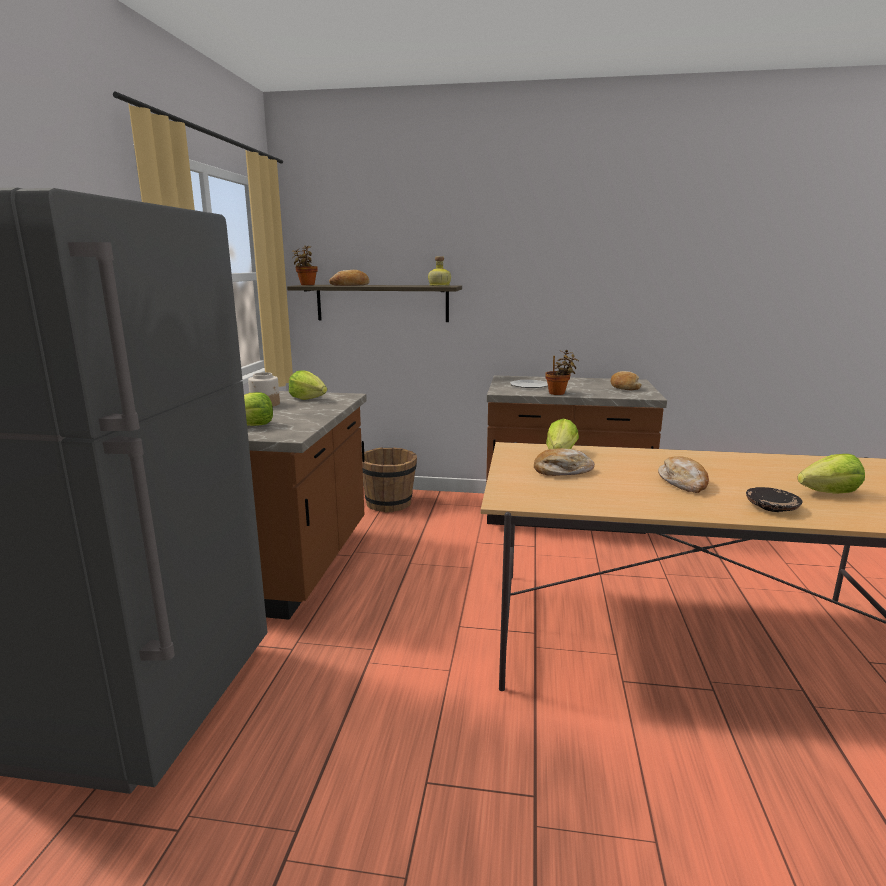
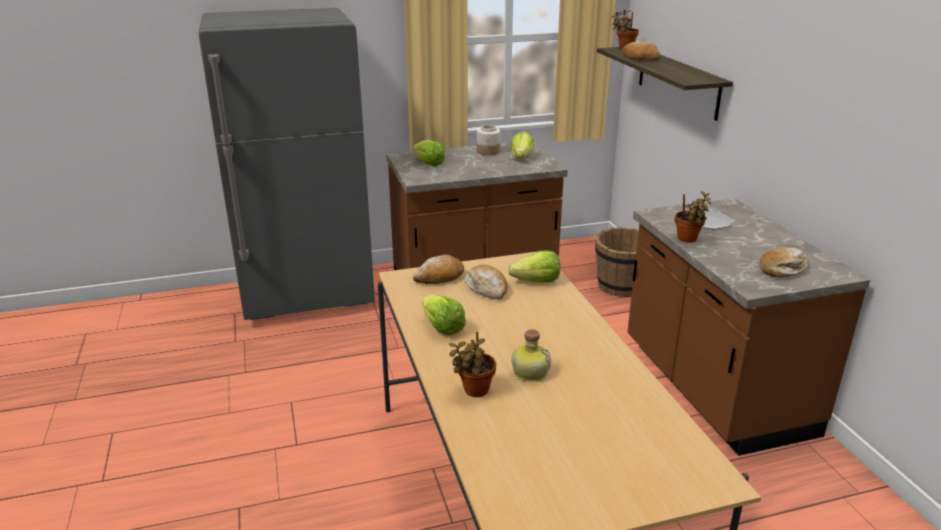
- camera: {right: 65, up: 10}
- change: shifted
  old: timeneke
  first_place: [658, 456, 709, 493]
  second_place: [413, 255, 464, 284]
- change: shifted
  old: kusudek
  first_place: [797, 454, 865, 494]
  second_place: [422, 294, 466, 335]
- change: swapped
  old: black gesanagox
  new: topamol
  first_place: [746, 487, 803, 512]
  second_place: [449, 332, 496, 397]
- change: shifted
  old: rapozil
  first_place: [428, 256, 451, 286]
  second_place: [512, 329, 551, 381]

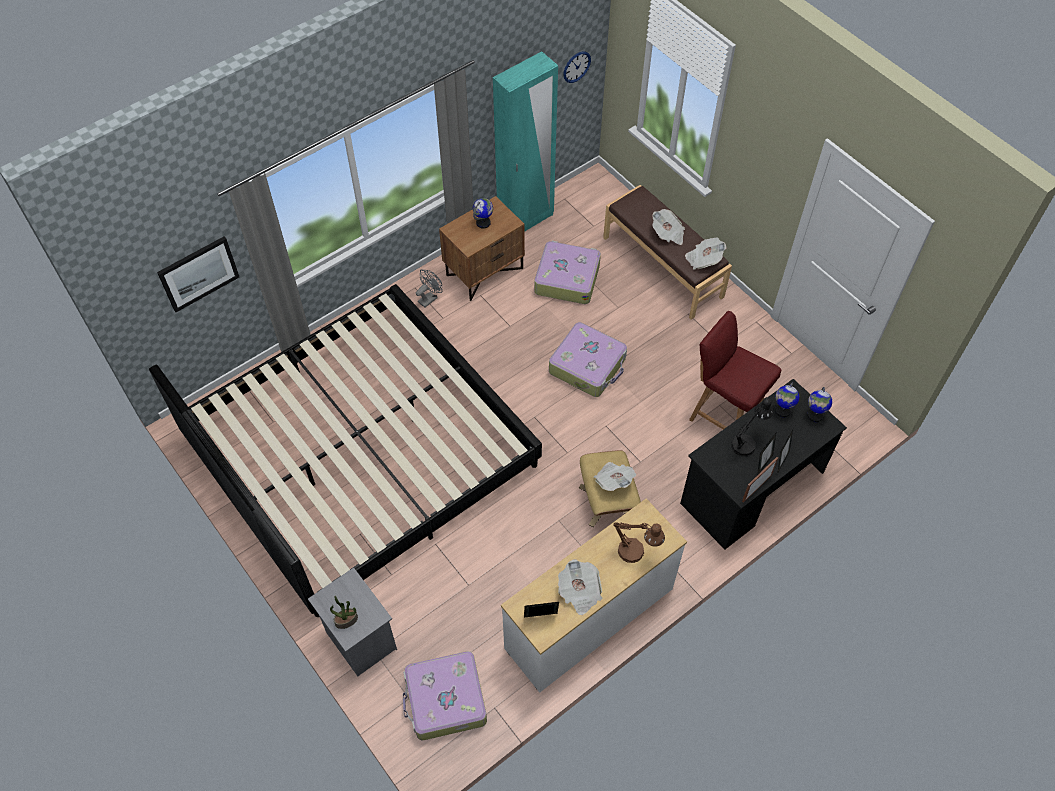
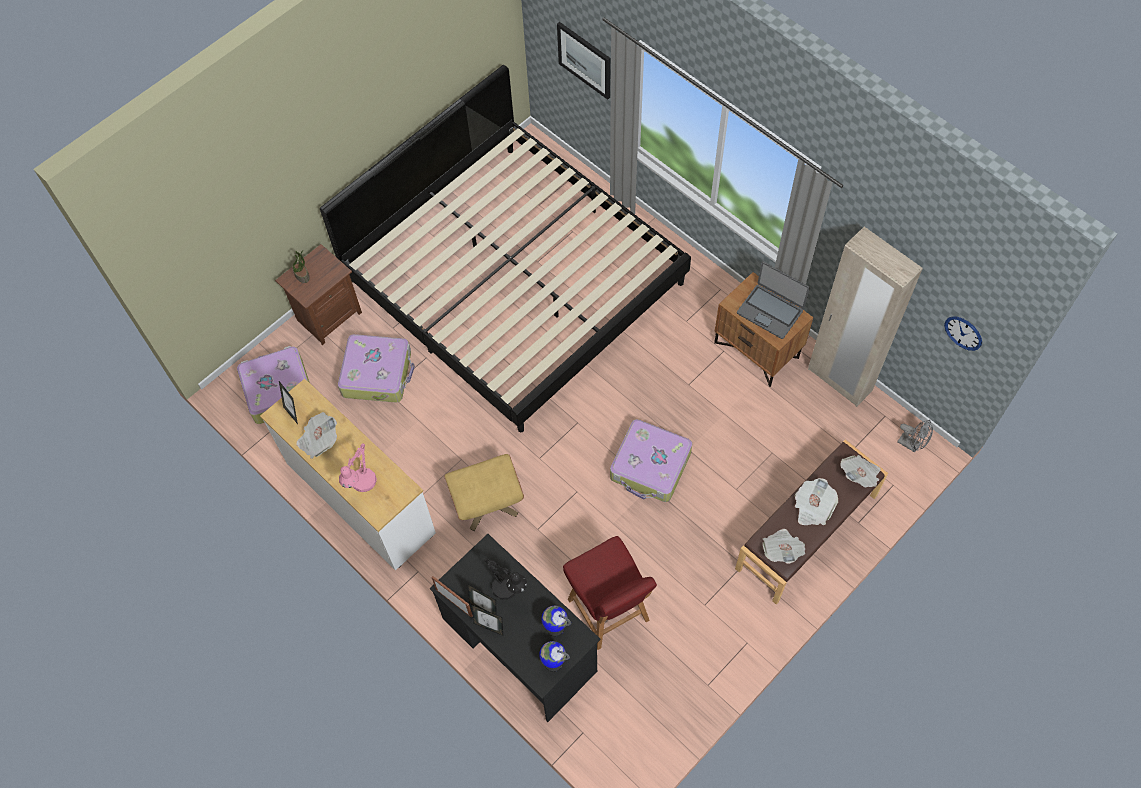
- camera: {right: 85, up: 5}
- change: repainted
  old: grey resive
  new: brown resive
  first_place: [308, 568, 397, 676]
  second_place: [275, 244, 362, 345]
- change: shifted
  old: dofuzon
  first_place: [534, 241, 601, 304]
  second_place: [338, 334, 415, 403]
- change: repainted
  old: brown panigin
  new: pink panigin
  first_place: [614, 522, 665, 563]
  second_place: [339, 444, 377, 492]
- change: rotated
  old: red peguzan
  first_place: [689, 311, 781, 429]
  second_place: [563, 536, 657, 650]
  degrees: 120
- change: swapped
  old: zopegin
  new: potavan
  first_place: [473, 198, 493, 229]
  second_place: [737, 262, 810, 339]
- change: repainted
  old: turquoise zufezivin
  new: beige zufezivin
  first_place: [493, 51, 558, 231]
  second_place: [808, 227, 923, 407]
- change: shifted
  old: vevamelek
  first_place: [594, 462, 636, 491]
  second_place: [840, 455, 881, 488]
- change: shifted
  old: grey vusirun
  first_place: [416, 270, 442, 308]
  second_place: [897, 420, 933, 453]

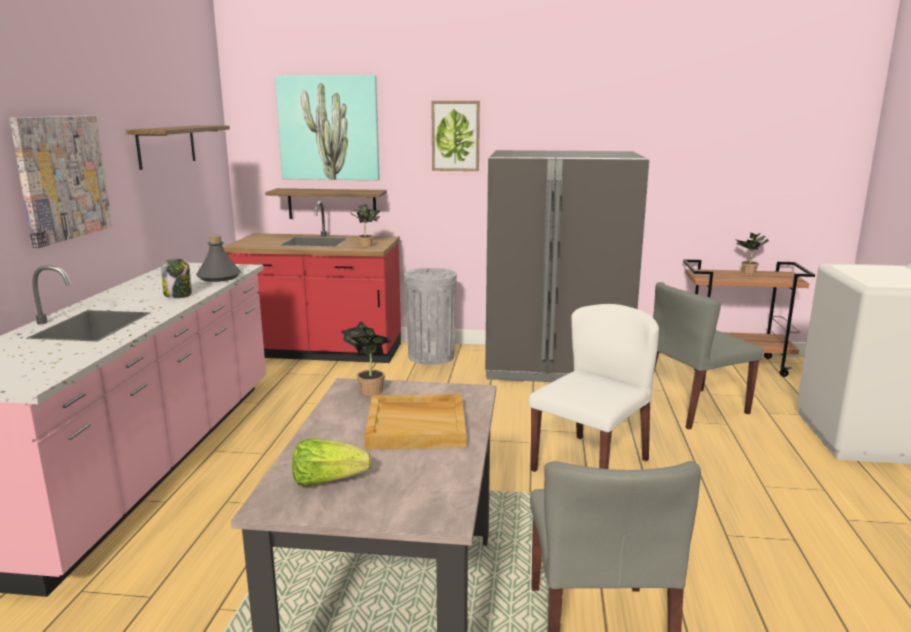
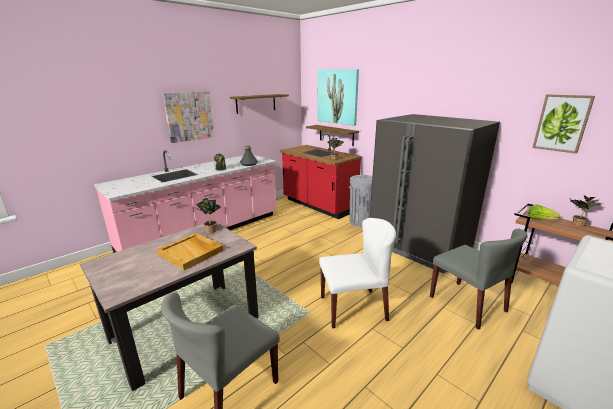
- camera: {right: 40, up: 5}
- change: rotated
  old: grey peguzan
  first_place: [653, 282, 763, 430]
  second_place: [430, 229, 528, 330]
  degrees: -135
- change: shifted
  old: kusudek
  first_place: [292, 438, 371, 487]
  second_place: [528, 205, 560, 220]
- change: shifted
  old: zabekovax
  first_place: [431, 101, 480, 171]
  second_place: [532, 94, 595, 154]

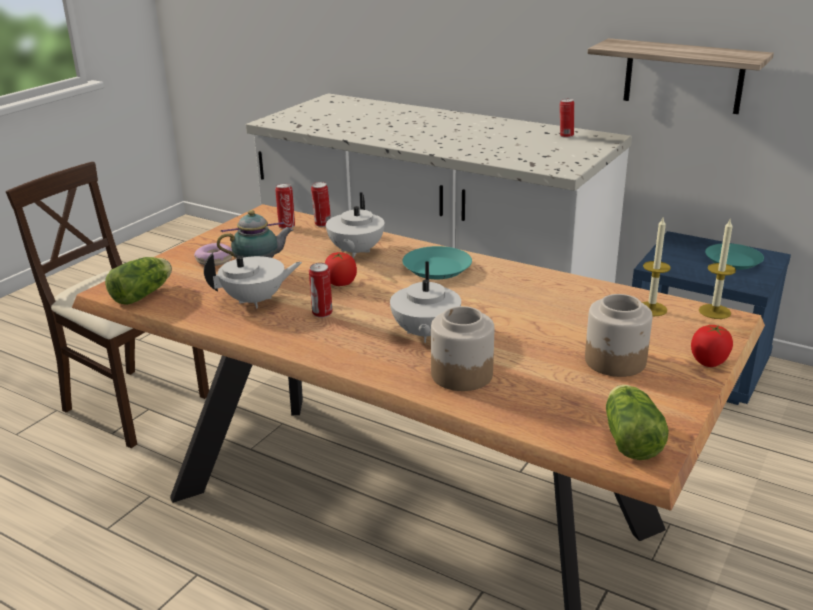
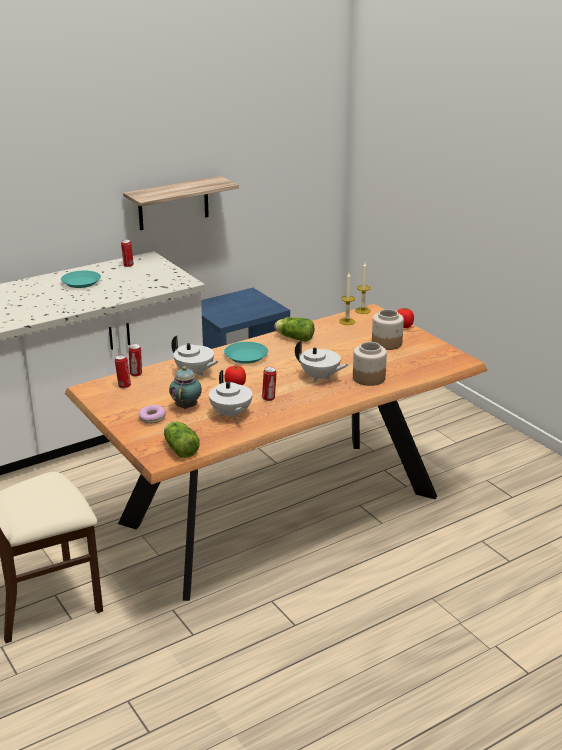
- camera: {right: -65, up: 0}
- change: shifted
  old: turquoise gesanagox
  first_place: [705, 243, 764, 270]
  second_place: [61, 271, 101, 288]
- change: rotated
  old: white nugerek
  first_place: [204, 253, 302, 309]
  second_place: [209, 370, 252, 419]
  degrees: 150
- change: shifted
  old: kusudek
  first_place: [606, 385, 669, 460]
  second_place: [274, 317, 314, 342]

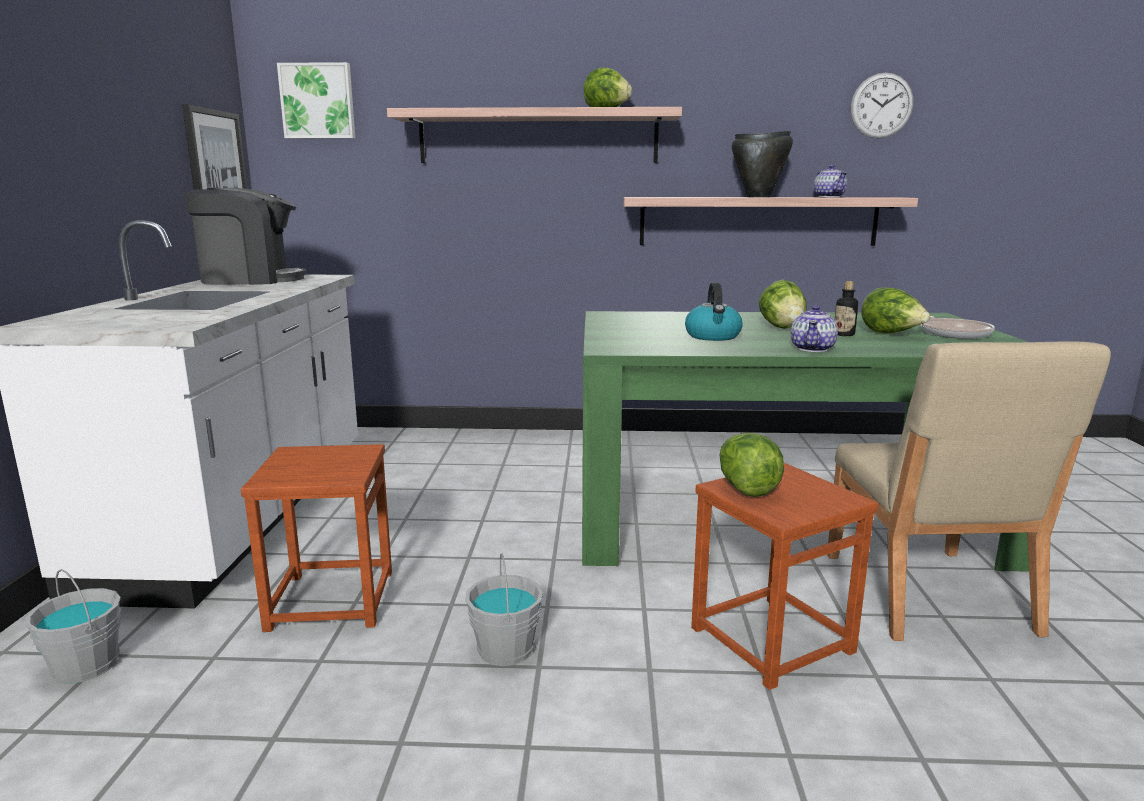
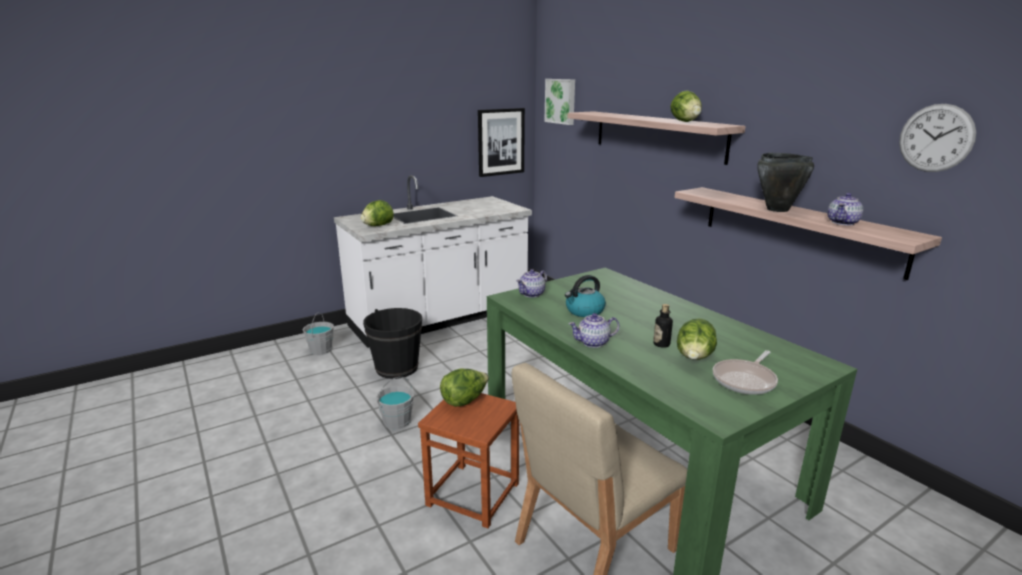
- camera: {right: 55, up: 5}
- change: shifted
  old: kusudek
  first_place: [759, 279, 807, 329]
  second_place: [361, 200, 394, 226]
- change: swapped
  old: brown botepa
  new: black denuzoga
  first_place: [241, 444, 392, 632]
  second_place: [363, 308, 422, 379]
- change: new
  new: nugerek
  second_place: [517, 269, 547, 298]
- change: gone
  old: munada
  first_place: [185, 188, 306, 285]

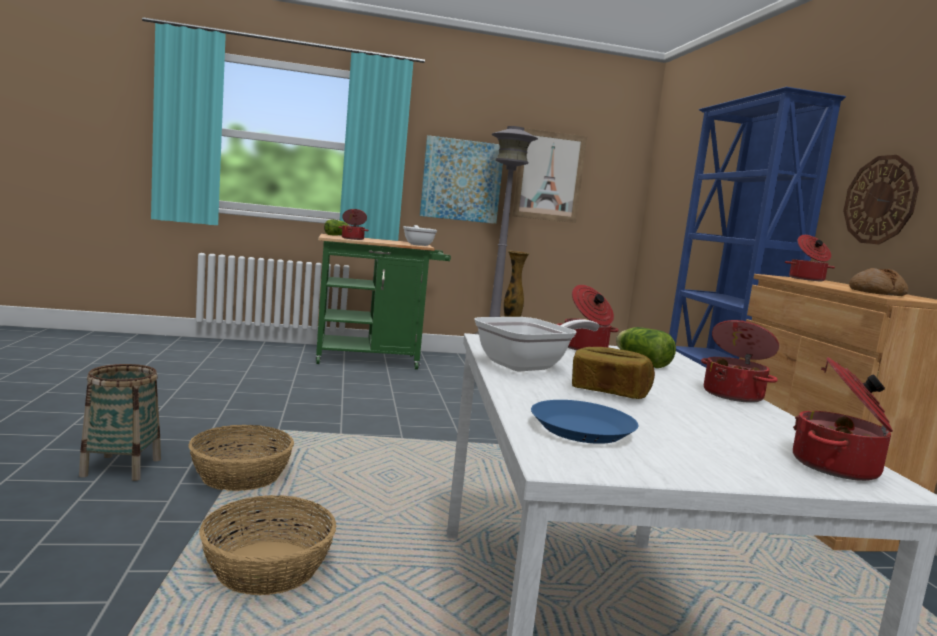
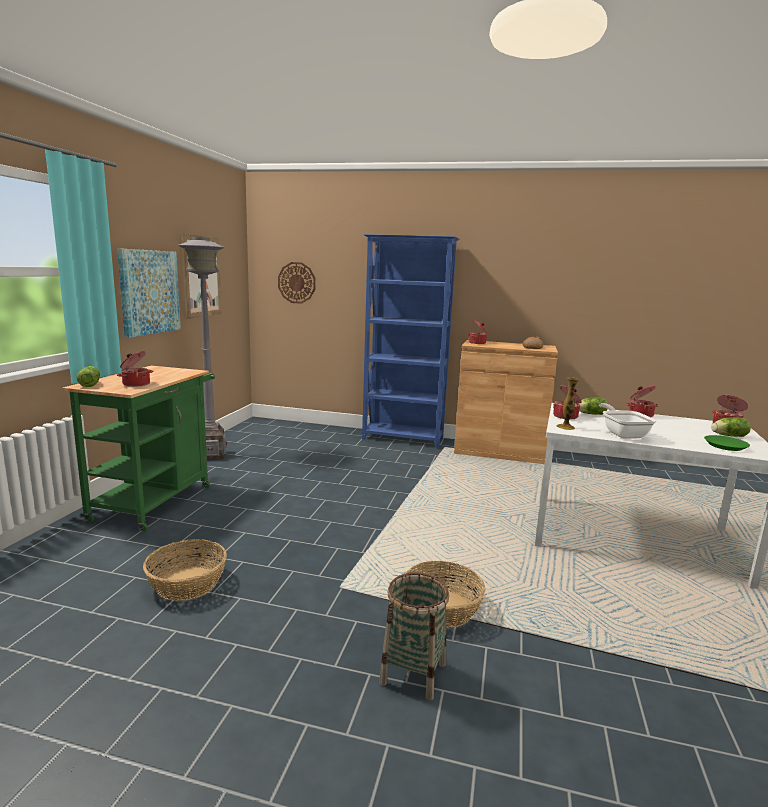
- camera: {right: -65, up: 5}
- change: shifted
  old: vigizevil
  first_place: [199, 495, 337, 595]
  second_place: [143, 539, 227, 601]
- change: shifted
  old: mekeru
  first_place: [843, 155, 919, 244]
  second_place: [278, 262, 316, 304]
- change: repainted
  old: blue gesanagox
  new: green gesanagox
  first_place: [531, 400, 638, 444]
  second_place: [704, 435, 750, 451]
- change: new
  new: kusudek
  second_place: [711, 417, 751, 437]
- change: gone
  old: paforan
  first_place: [403, 225, 438, 246]
- change: gone
  old: timeneke
  first_place: [572, 347, 655, 399]

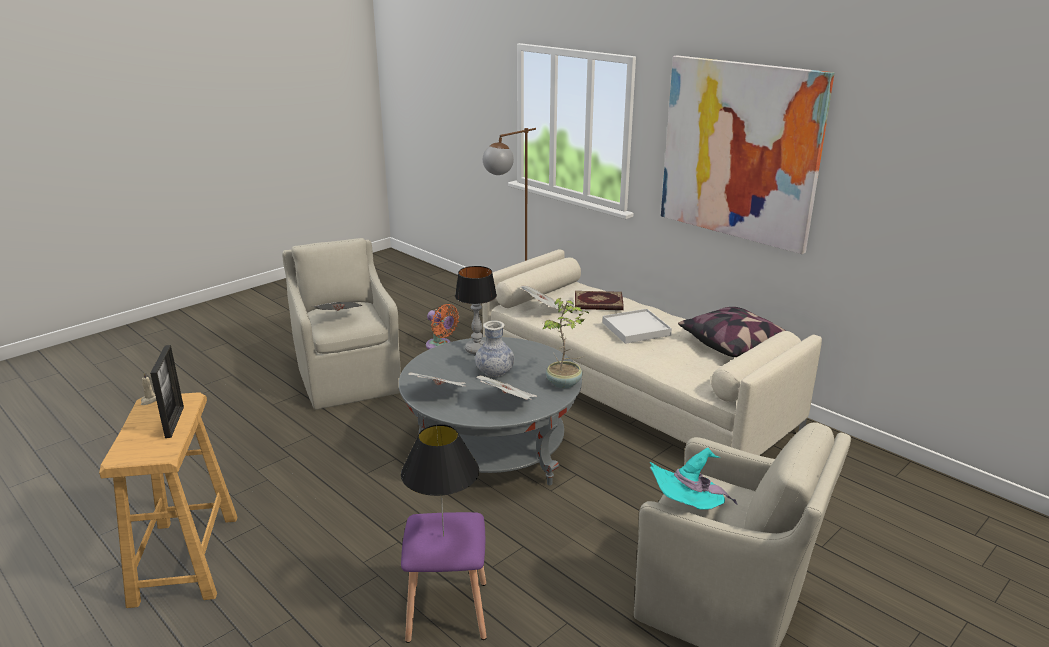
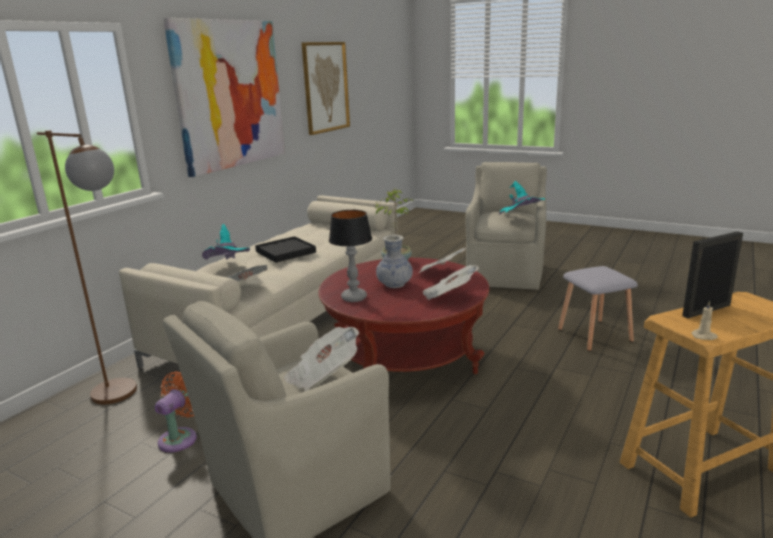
- camera: {right: -105, up: -5}
- change: swapped
  old: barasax
  new: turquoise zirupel
  first_place: [575, 291, 624, 310]
  second_place: [202, 224, 250, 260]
- change: repainted
  old: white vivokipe
  new: black vivokipe
  first_place: [602, 309, 672, 344]
  second_place: [255, 236, 316, 263]
- change: new
  new: zabekovax
  second_place: [302, 42, 350, 135]
- change: repainted
  old: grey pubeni
  new: red pubeni
  first_place: [399, 337, 582, 485]
  second_place: [319, 258, 489, 374]
- change: repainted
  old: purple botepa
  new: grey botepa
  first_place: [401, 512, 487, 643]
  second_place: [558, 266, 638, 351]
- change: gone
  old: black panigin
  first_place: [401, 424, 479, 537]
- change: gone
  old: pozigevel
  first_place: [678, 307, 786, 357]

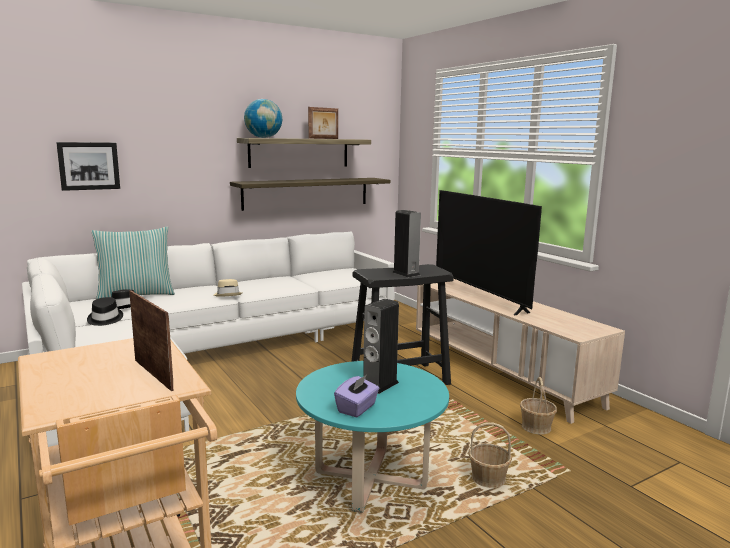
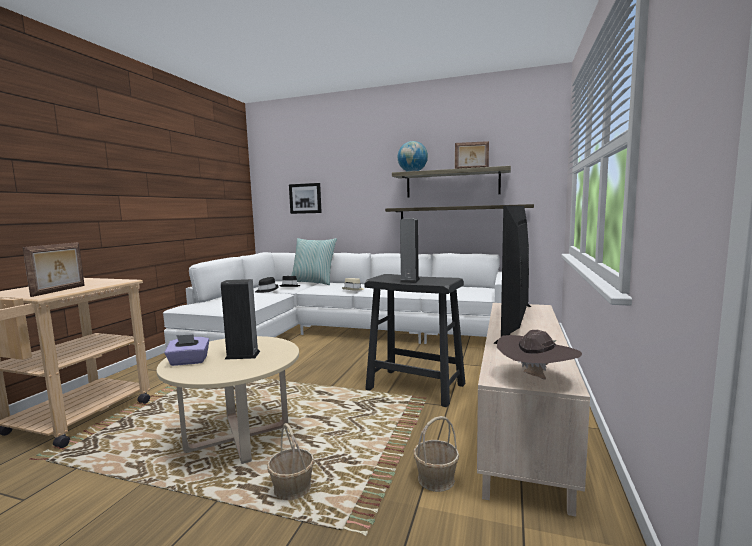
- camera: {right: 50, up: -5}
- change: repainted
  old: turquoise pubeni
  new: beige pubeni
  first_place: [296, 361, 449, 513]
  second_place: [157, 336, 299, 464]
- change: new
  new: brown zirupel
  second_place: [497, 330, 582, 380]

